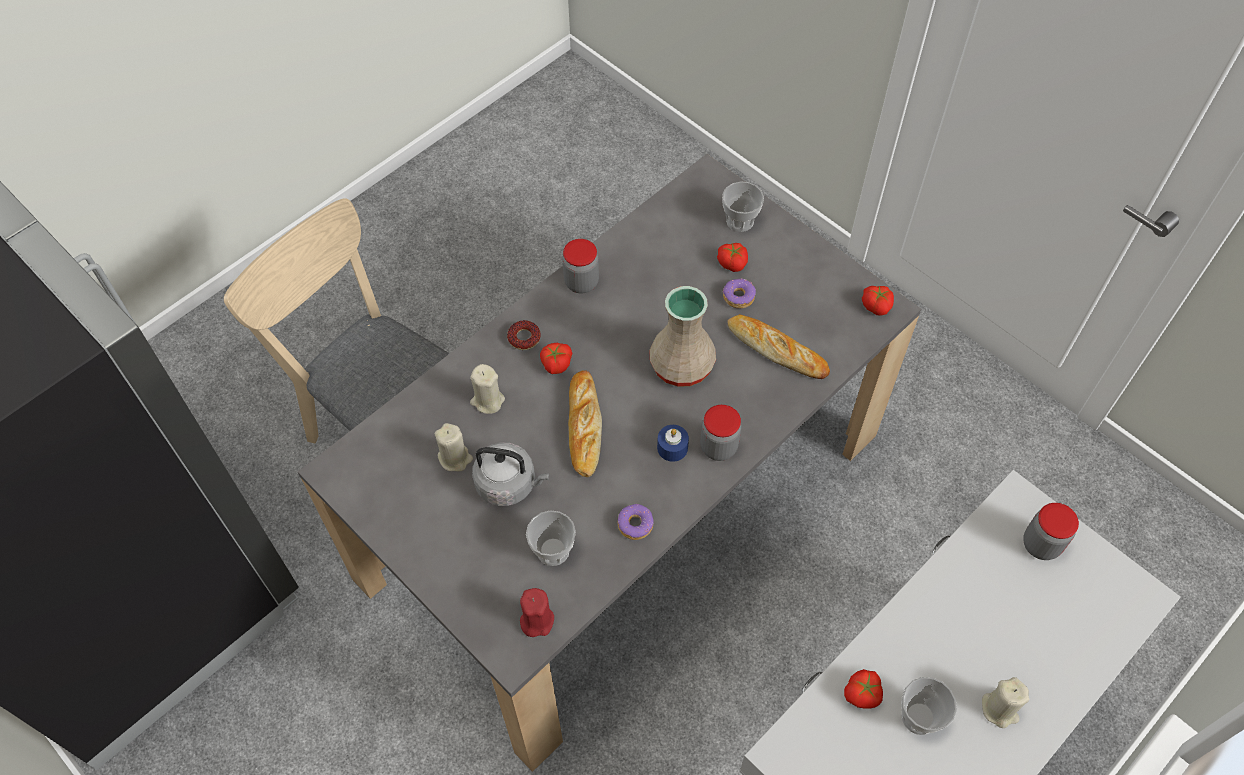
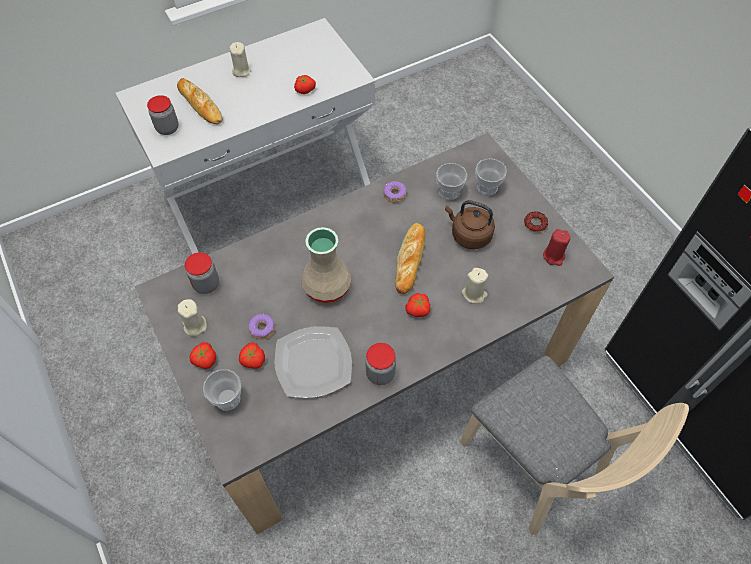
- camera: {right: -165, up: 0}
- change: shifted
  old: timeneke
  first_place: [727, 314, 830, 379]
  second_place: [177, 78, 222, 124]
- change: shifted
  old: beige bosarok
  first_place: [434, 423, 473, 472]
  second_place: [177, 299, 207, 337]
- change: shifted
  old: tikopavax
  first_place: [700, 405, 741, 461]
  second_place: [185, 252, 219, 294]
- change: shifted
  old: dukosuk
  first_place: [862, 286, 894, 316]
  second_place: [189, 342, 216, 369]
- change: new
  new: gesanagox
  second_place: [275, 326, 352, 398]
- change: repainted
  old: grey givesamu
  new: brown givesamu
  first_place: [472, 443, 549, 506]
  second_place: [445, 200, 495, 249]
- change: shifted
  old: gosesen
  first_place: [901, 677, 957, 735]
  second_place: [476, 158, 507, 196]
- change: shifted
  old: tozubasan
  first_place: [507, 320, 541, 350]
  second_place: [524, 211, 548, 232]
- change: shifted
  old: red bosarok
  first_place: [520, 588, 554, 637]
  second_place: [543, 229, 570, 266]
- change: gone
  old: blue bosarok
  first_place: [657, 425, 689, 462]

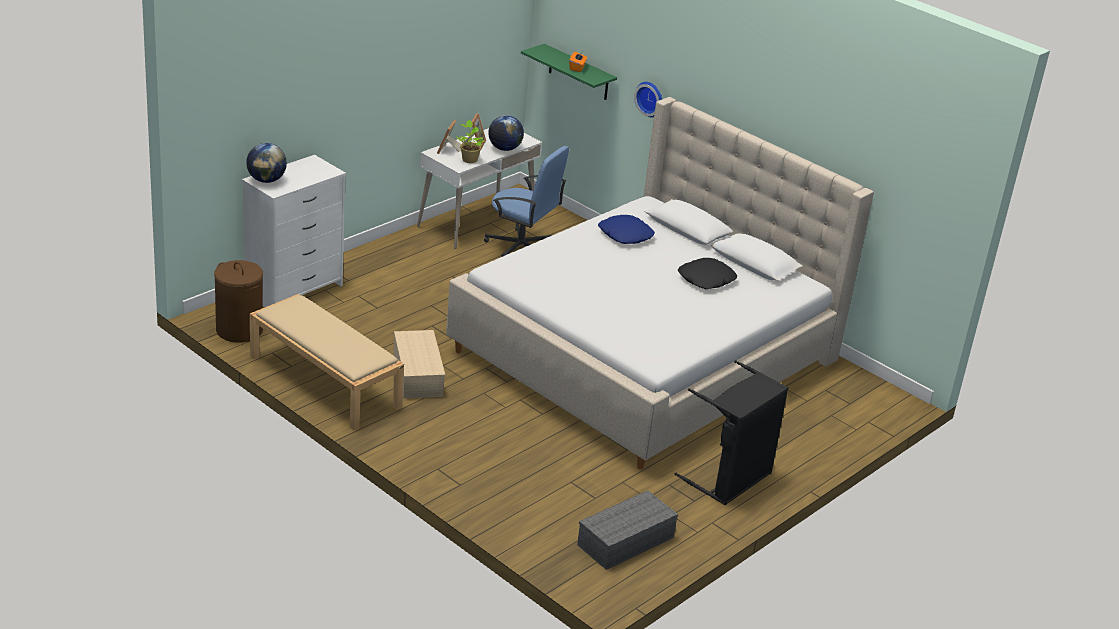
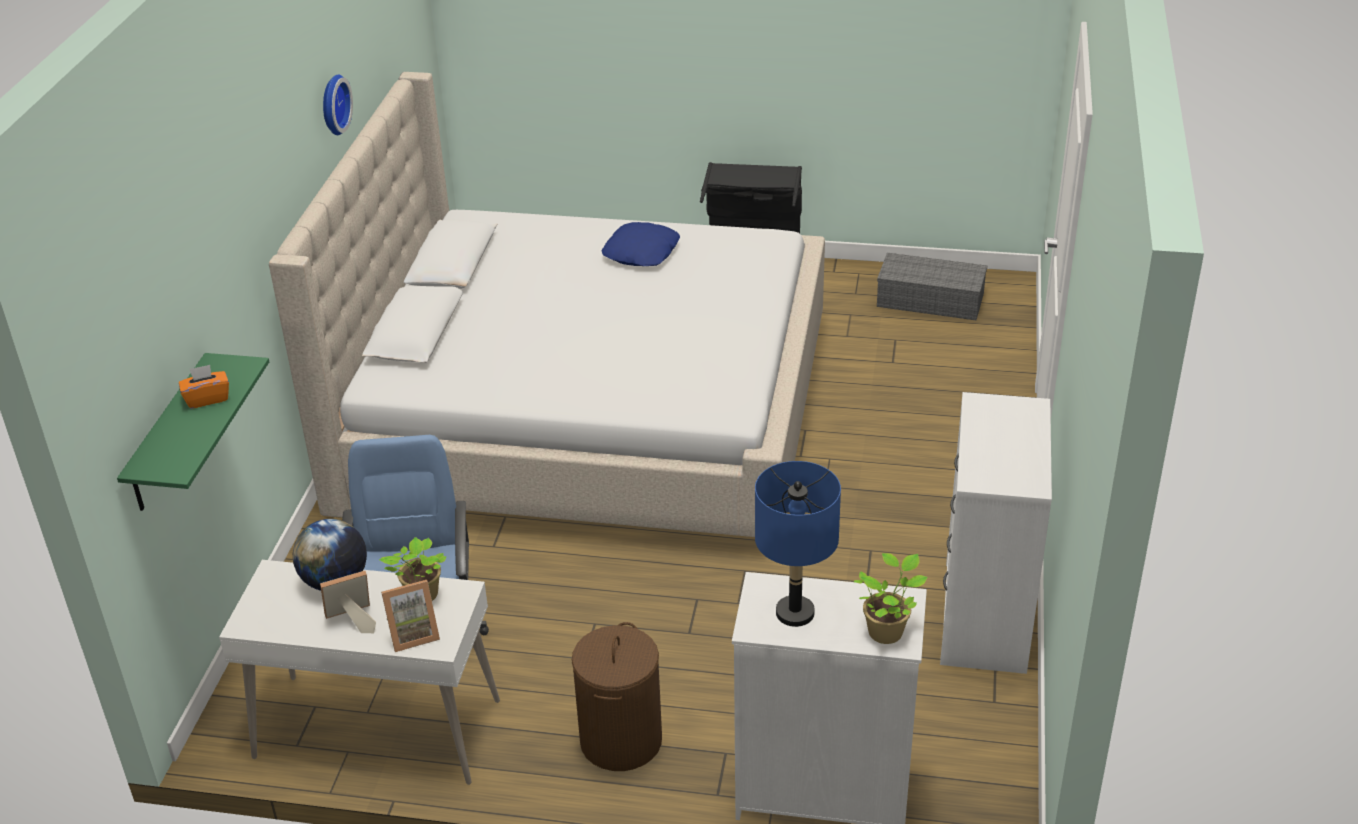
- camera: {right: -120, up: 5}
- change: shifted
  old: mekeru
  first_place: [634, 82, 662, 117]
  second_place: [323, 74, 353, 135]
- change: shifted
  old: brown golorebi
  first_place: [214, 260, 263, 343]
  second_place: [572, 622, 662, 771]
- change: shifted
  old: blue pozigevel
  first_place: [598, 215, 655, 244]
  second_place: [601, 222, 680, 266]
- change: new
  new: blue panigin
  second_place: [755, 461, 841, 627]
- change: swapped
  old: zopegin
  new: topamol
  first_place: [246, 143, 287, 183]
  second_place: [854, 553, 928, 644]
- change: swapped
  old: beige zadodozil
  new: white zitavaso
  first_place: [250, 294, 404, 431]
  second_place: [940, 392, 1052, 674]
- change: gone
  old: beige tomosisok
  first_place: [393, 330, 445, 399]
- change: gone
  old: black pozigevel
  first_place: [678, 258, 737, 289]

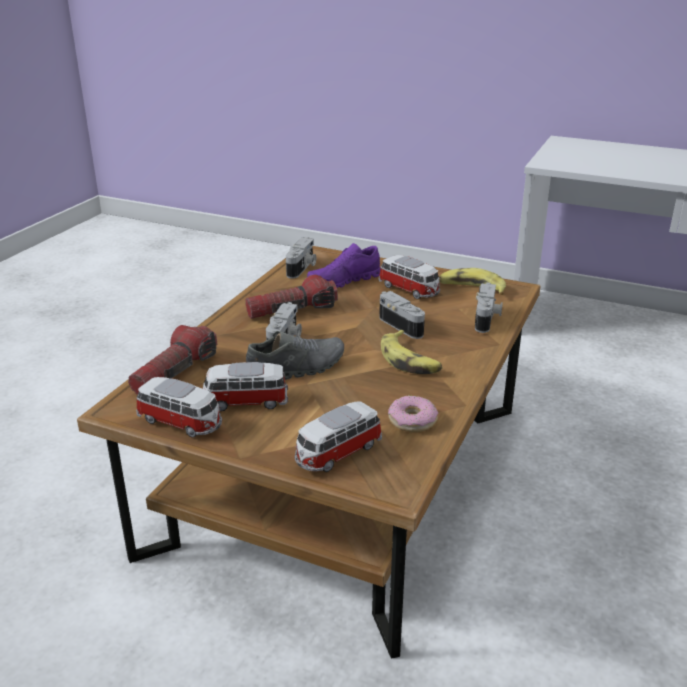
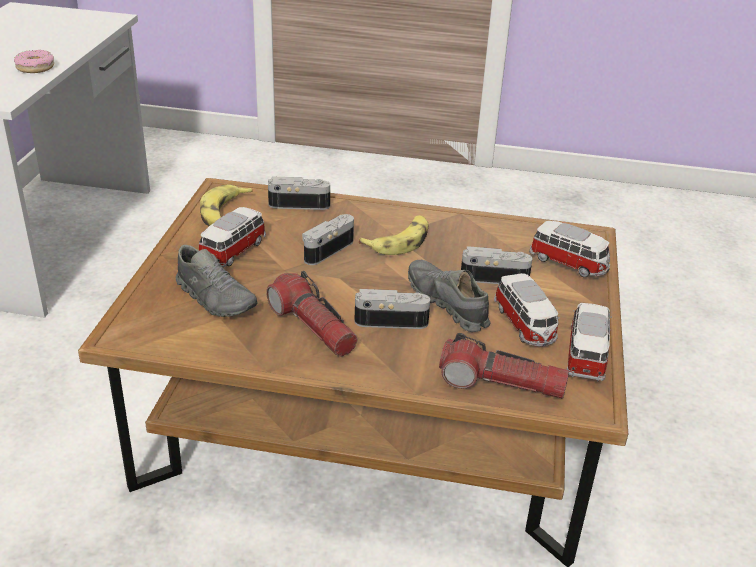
- camera: {right: -105, up: 5}
- change: shifted
  old: tozubasan
  first_place: [388, 396, 438, 432]
  second_place: [14, 50, 54, 73]
- change: repainted
  old: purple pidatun
  new: grey pidatun
  first_place: [307, 243, 380, 288]
  second_place: [176, 245, 258, 317]
- change: shifted
  old: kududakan
  first_place: [286, 237, 316, 279]
  second_place: [461, 246, 533, 284]

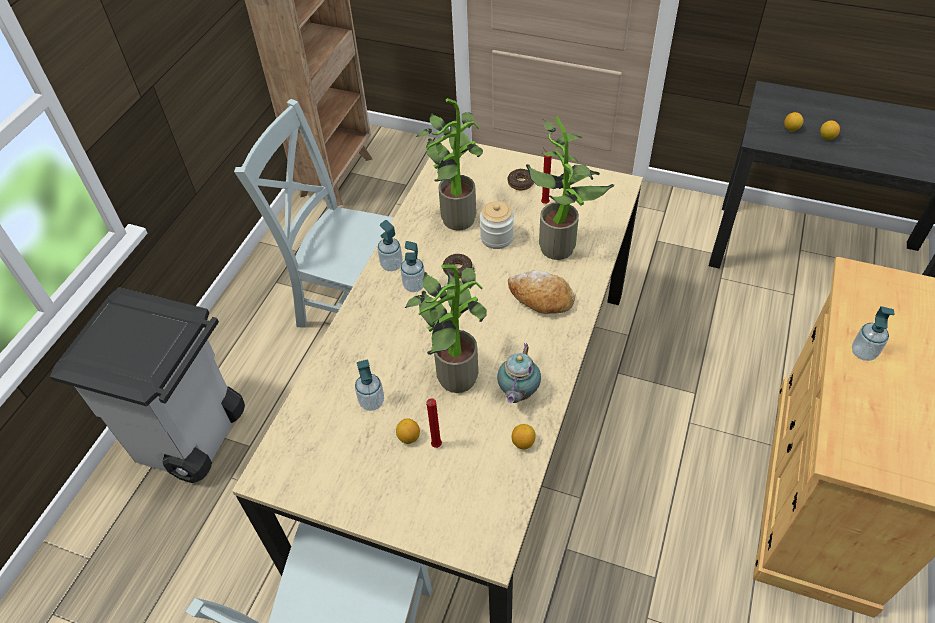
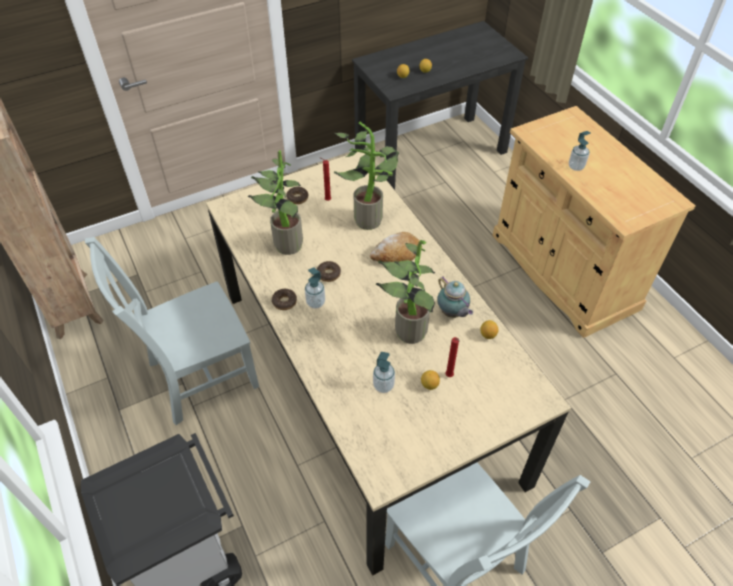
- camera: {right: -50, up: 0}
- change: swapped
  old: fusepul
  new: tozubasan
  first_place: [377, 220, 403, 271]
  second_place: [272, 289, 297, 310]
- change: gone
  old: tikopavax
  first_place: [480, 201, 514, 249]

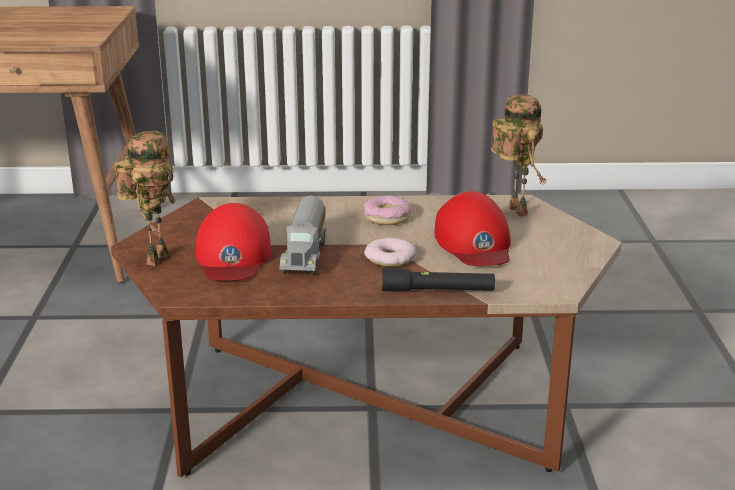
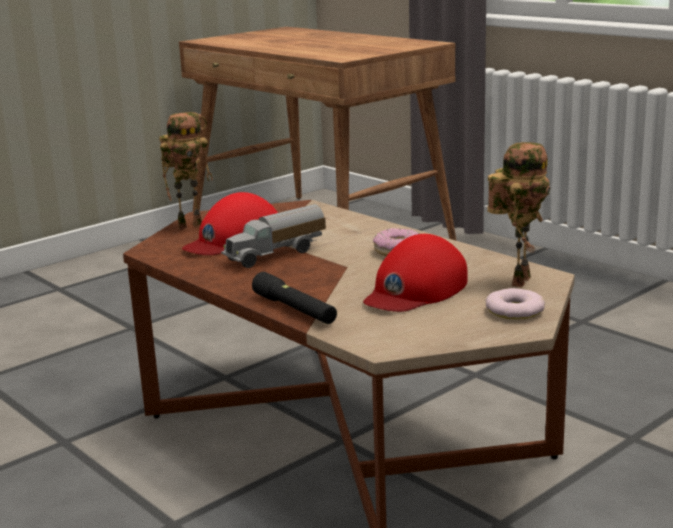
- camera: {right: 50, up: -5}
- change: shifted
  old: tozubasan
  first_place: [364, 238, 416, 267]
  second_place: [486, 288, 545, 320]

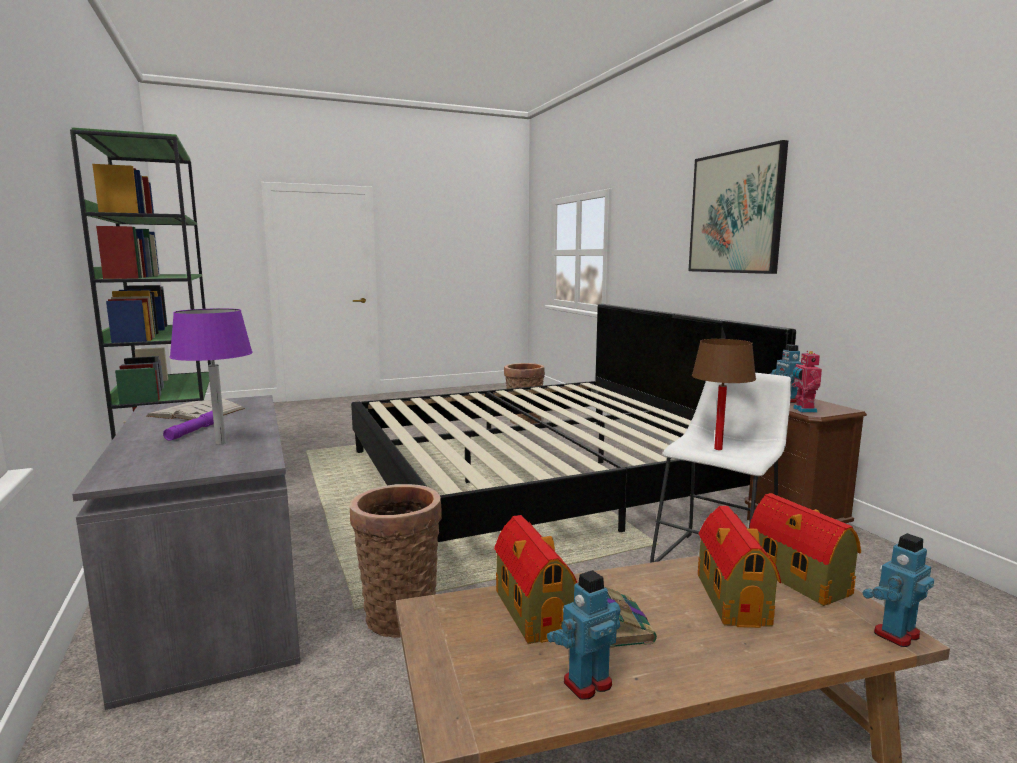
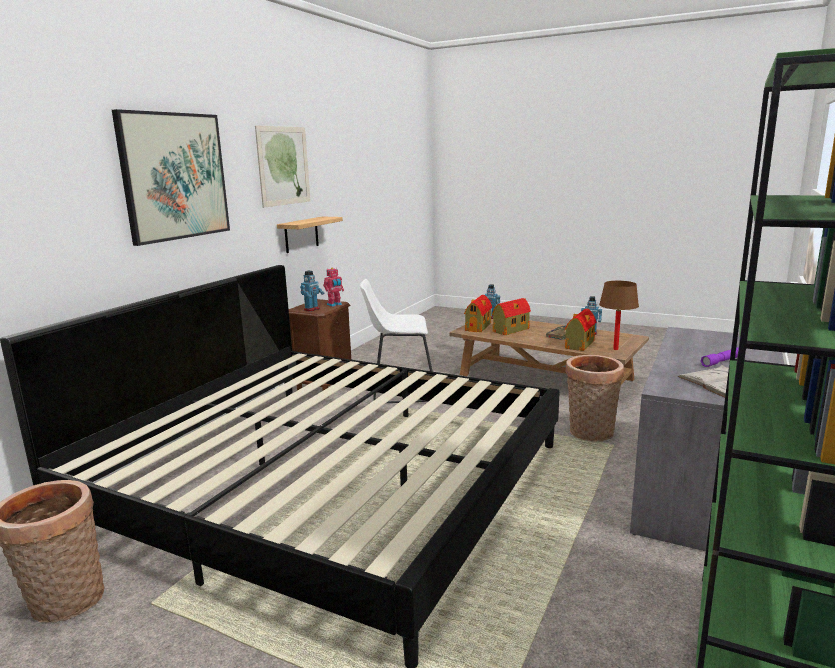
- camera: {right: -130, up: 5}
- change: new
  new: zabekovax
  second_place: [255, 125, 311, 208]
- change: new
  new: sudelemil
  second_place: [277, 216, 343, 253]
- change: shifted
  old: brown panigin
  first_place: [692, 339, 756, 450]
  second_place: [599, 281, 639, 350]
- change: gone
  old: purple panigin
  first_place: [170, 308, 253, 445]

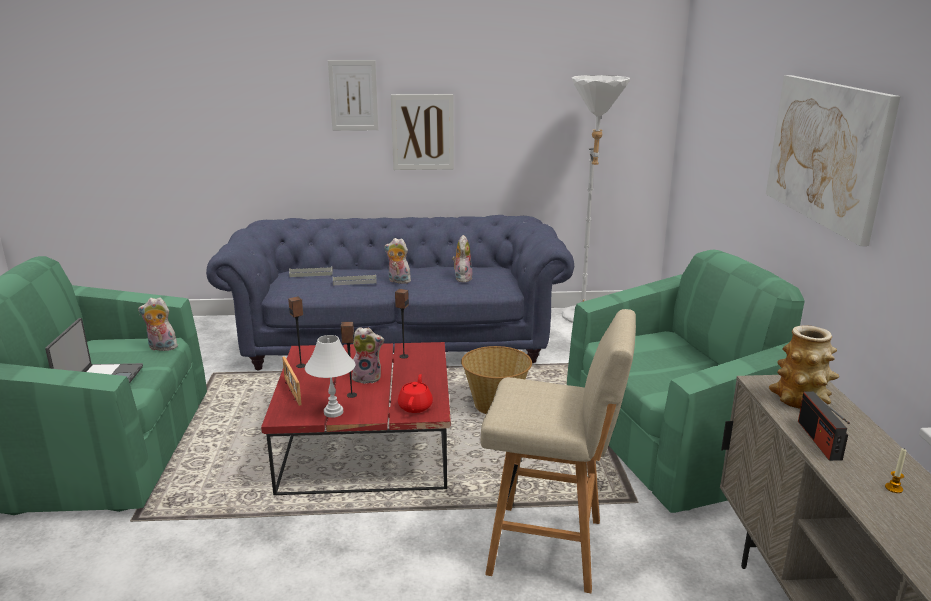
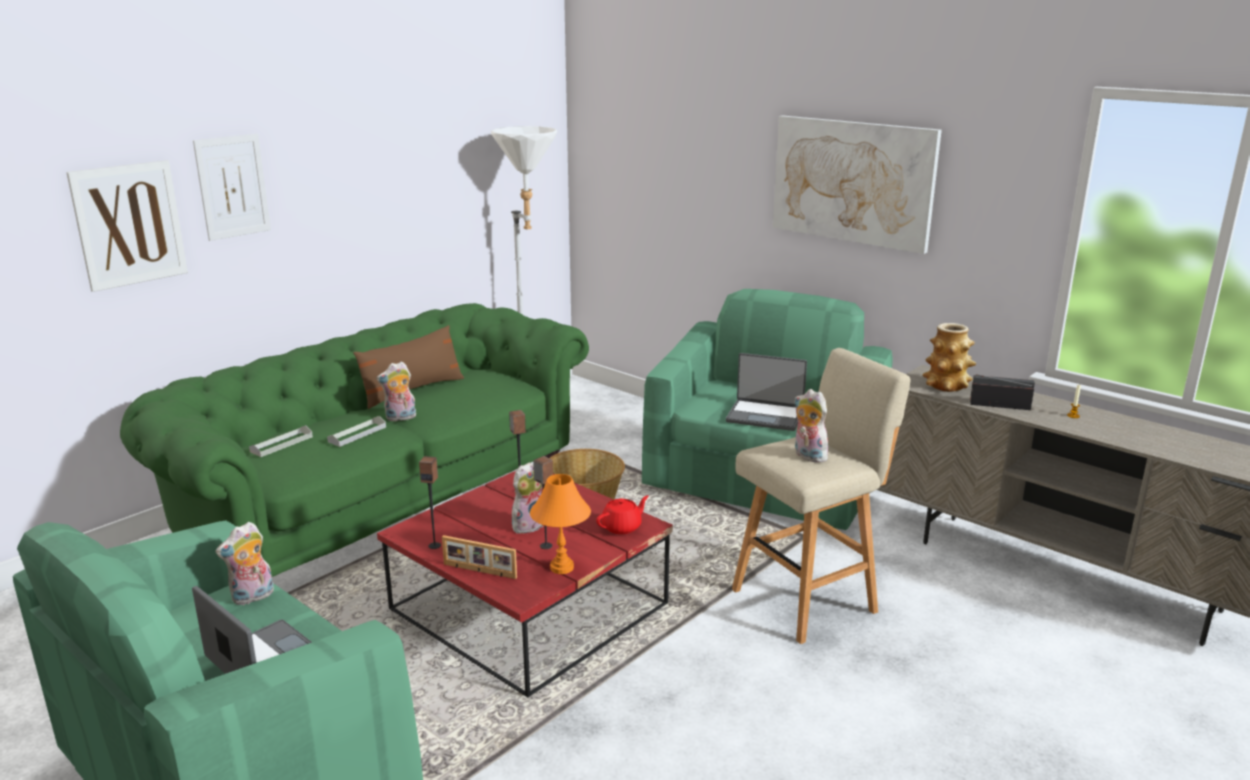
- camera: {right: -45, up: 0}
- change: shifted
  old: zabekovax
  first_place: [391, 94, 454, 170]
  second_place: [66, 160, 188, 292]
- change: repainted
  old: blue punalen
  new: green punalen
  first_place: [206, 215, 574, 370]
  second_place: [120, 303, 589, 577]
- change: new
  new: brown pozigevel
  second_place: [353, 325, 464, 409]
- change: repainted
  old: white panigin
  new: orange panigin
  first_place: [305, 335, 355, 418]
  second_place: [530, 474, 591, 574]
- change: rotated
  old: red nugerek
  first_place: [398, 374, 433, 413]
  second_place: [596, 496, 649, 534]
  degrees: 90
- change: new
  new: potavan
  second_place: [726, 353, 807, 431]
- change: shifted
  old: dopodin
  first_place: [452, 235, 472, 283]
  second_place: [795, 389, 828, 463]
- change: rotated
  old: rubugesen
  first_place: [798, 391, 850, 461]
  second_place: [970, 374, 1035, 410]
  degrees: 150

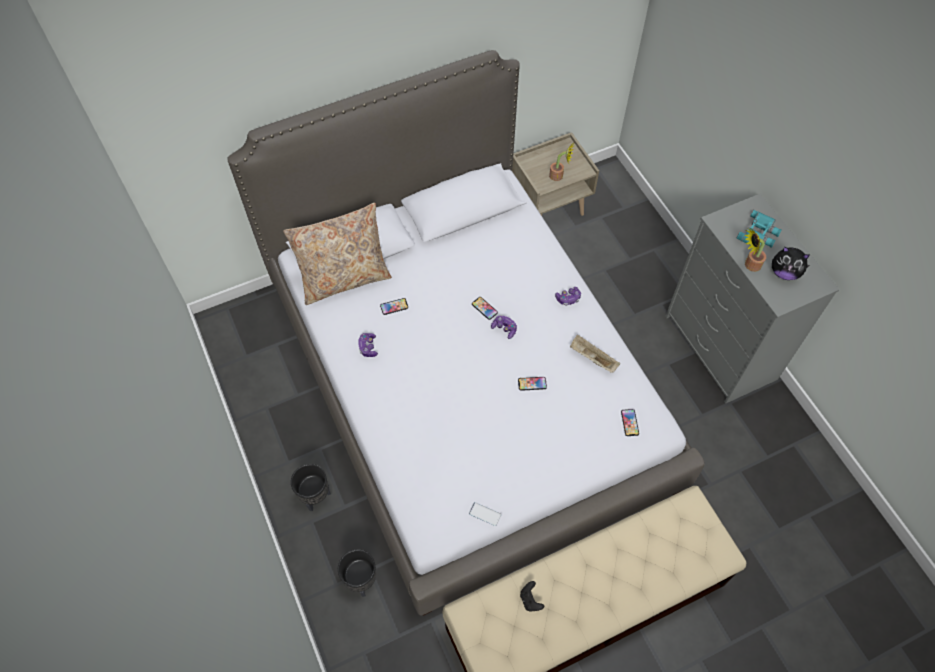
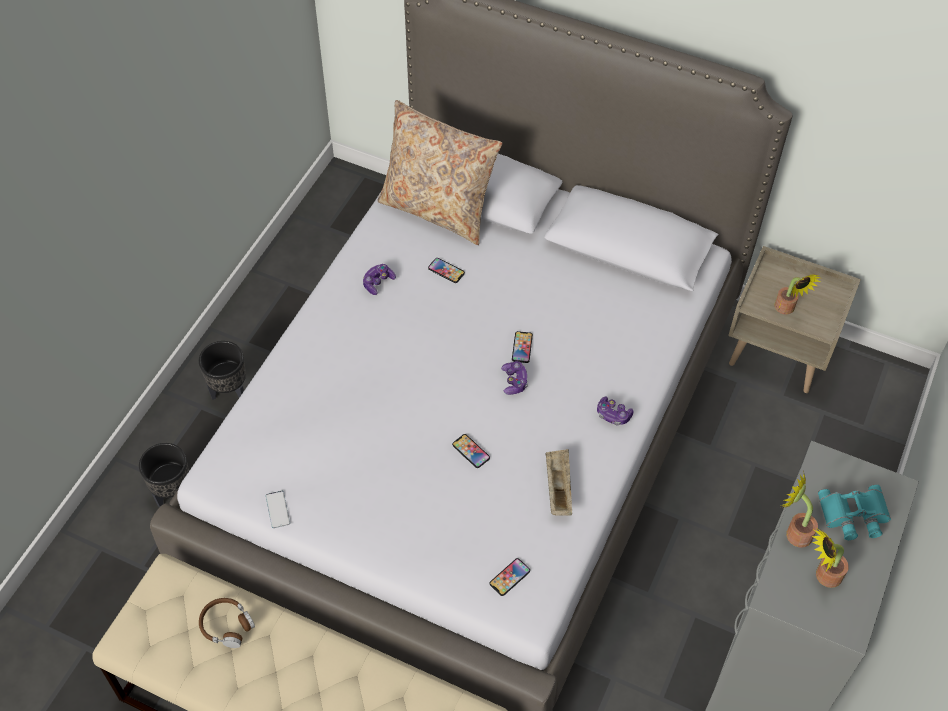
- camera: {right: 50, up: -5}
- change: swapped
  old: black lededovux
  new: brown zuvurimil
  first_place: [520, 581, 544, 611]
  second_place: [199, 598, 255, 648]
- change: swapped
  old: dopodin
  new: topamol
  first_place: [772, 247, 810, 280]
  second_place: [811, 527, 849, 588]

